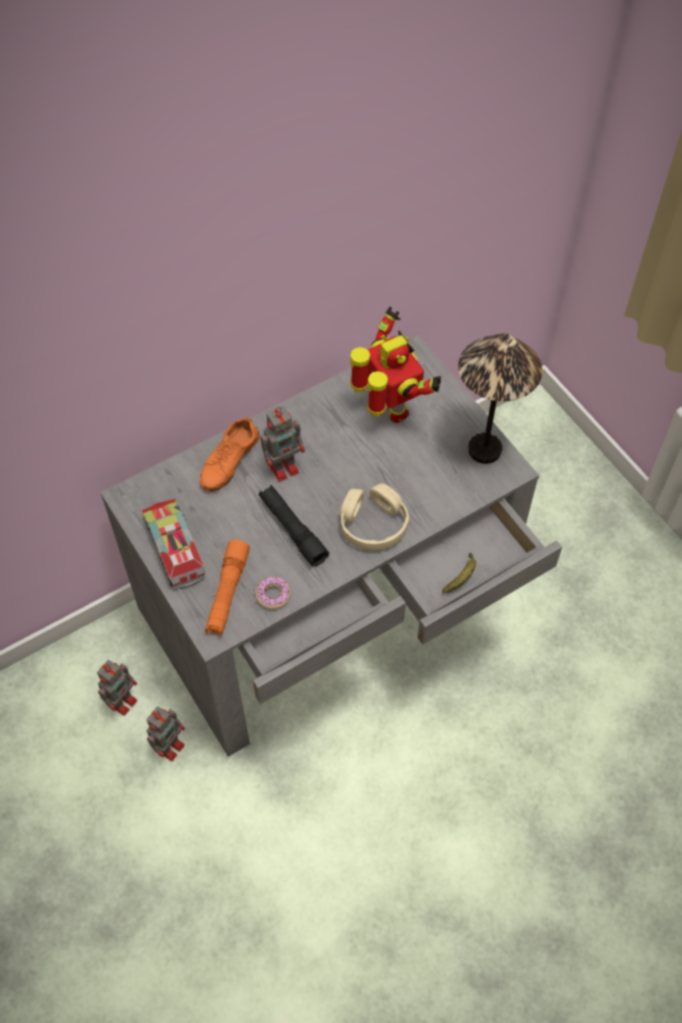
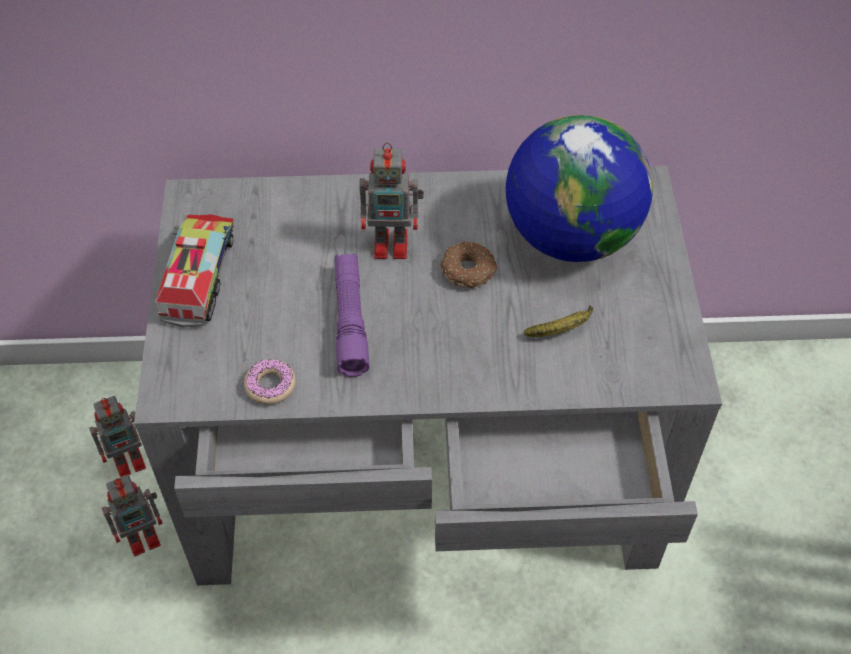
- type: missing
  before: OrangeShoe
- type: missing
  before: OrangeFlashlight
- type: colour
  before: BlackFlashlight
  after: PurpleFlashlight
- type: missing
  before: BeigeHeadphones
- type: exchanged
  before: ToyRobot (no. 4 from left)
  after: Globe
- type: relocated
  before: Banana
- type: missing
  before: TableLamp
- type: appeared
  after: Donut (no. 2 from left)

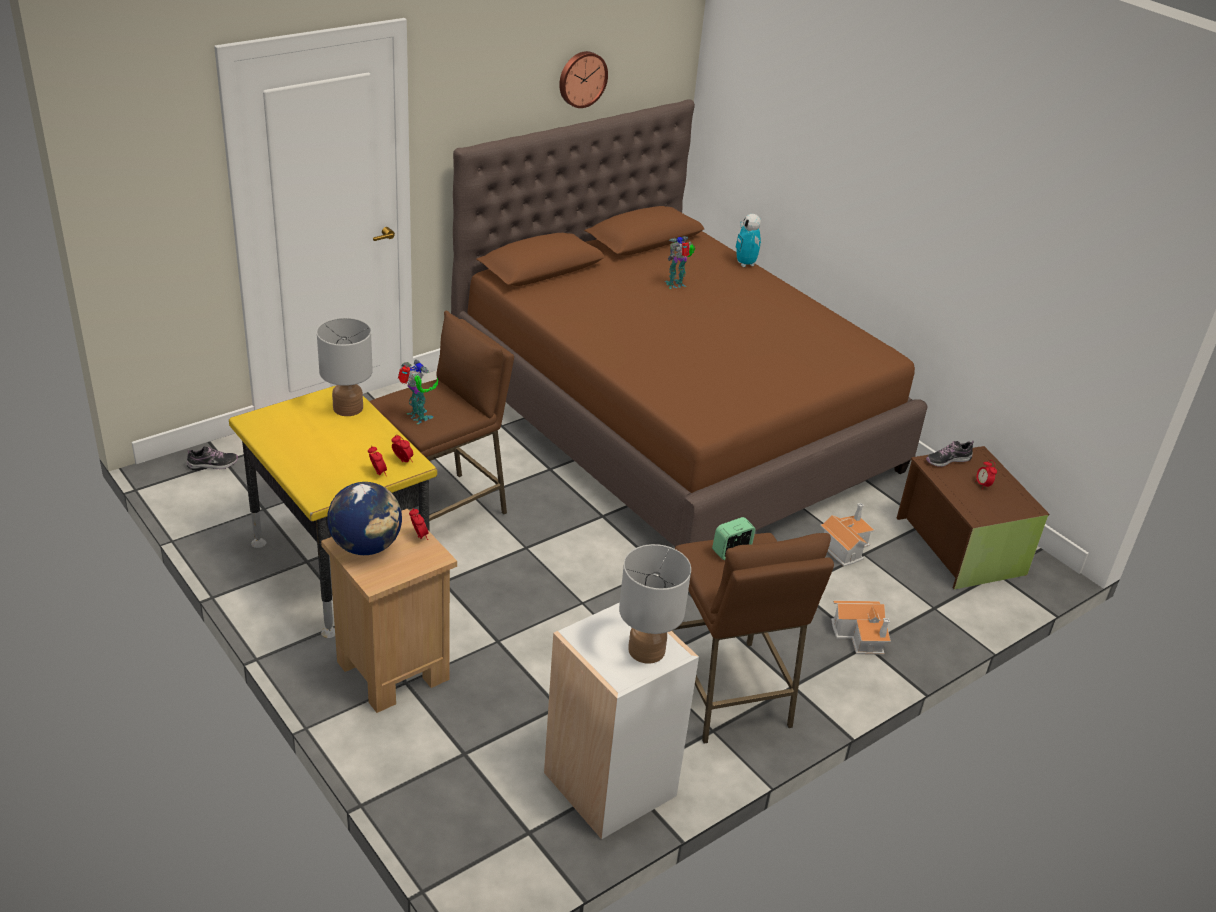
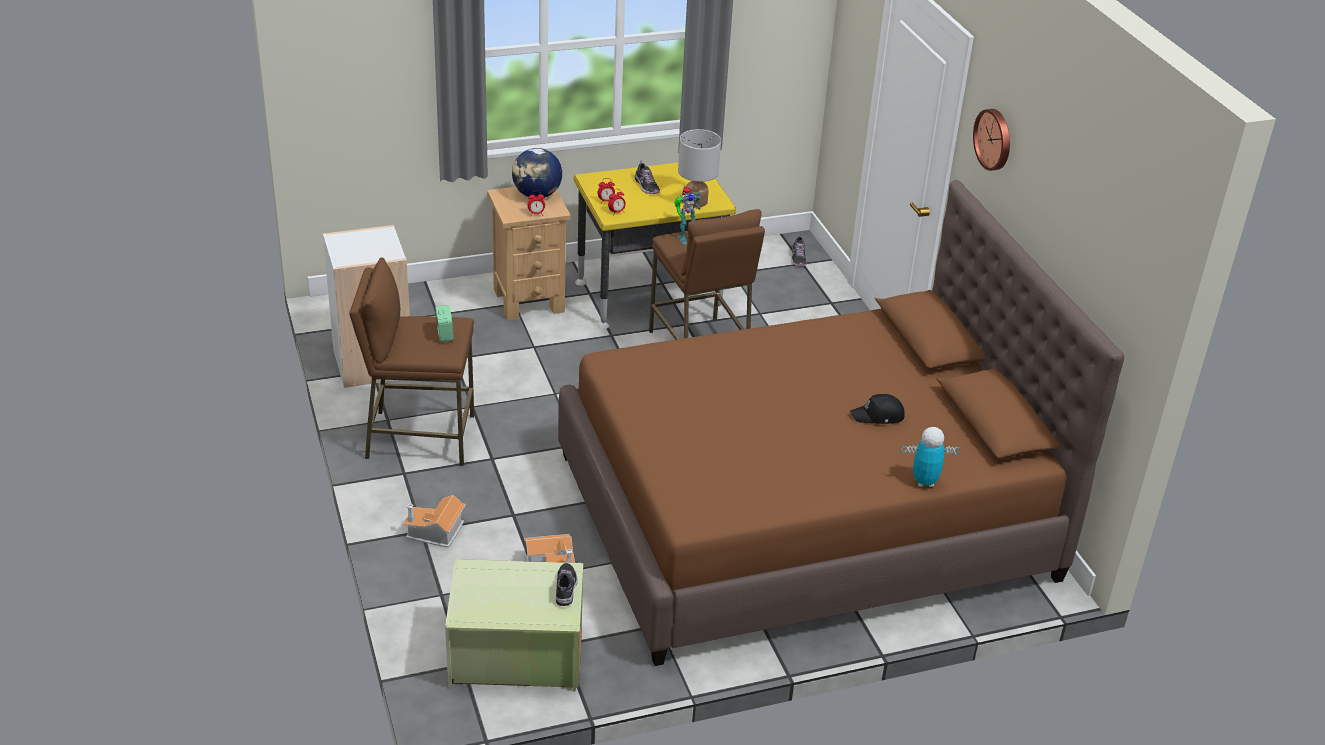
- type: relocated
  before: WallClock
- type: missing
  before: GreyTableLamp (no. 2 from left)
- type: exchanged
  before: ToyRobot (no. 2 from left)
  after: BlackCap
- type: colour
  before: BrownStorageBox
  after: GreenStorageBox
- type: missing
  before: AlarmClock (no. 5 from left)
- type: appeared
  after: Shoe (no. 2 from left)

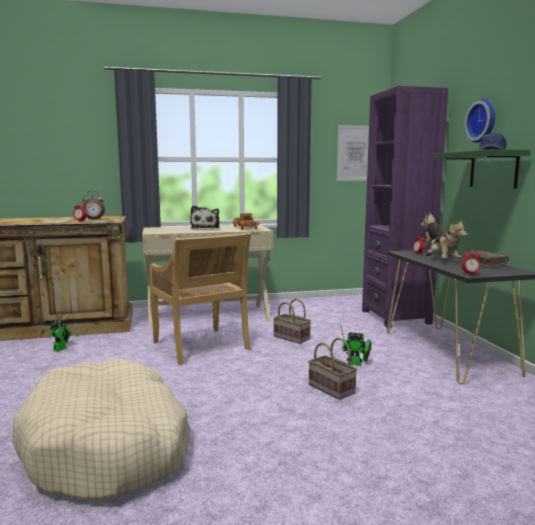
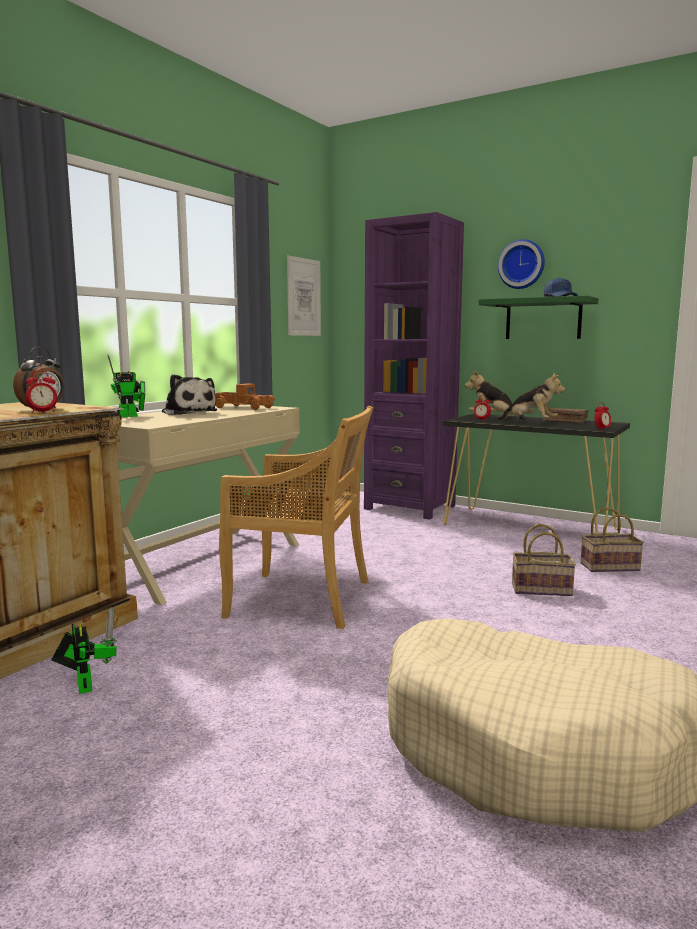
- type: relocated
  before: Basket (no. 1 from left in the first image)
  after: Basket (no. 2 from left)
- type: relocated
  before: ToyRobot (no. 2 from left)

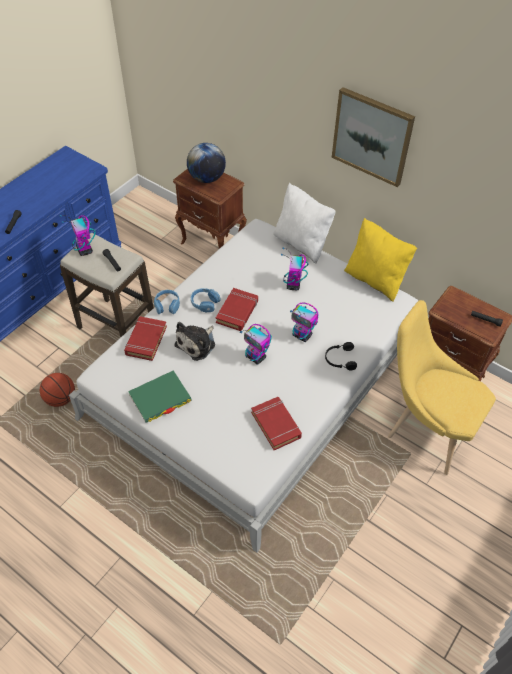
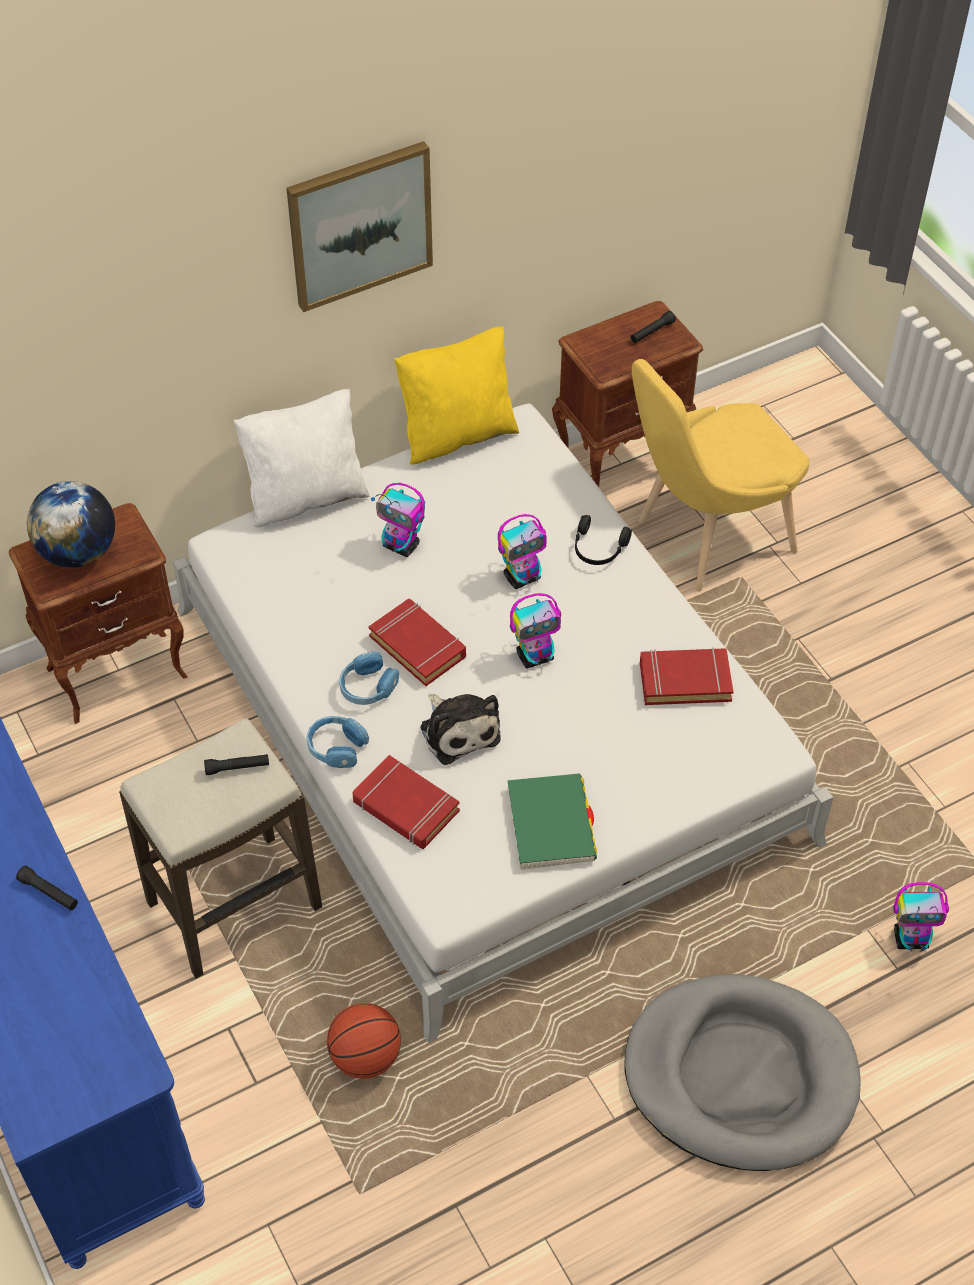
- type: relocated
  before: ToyRobot (no. 1 from left in the first image)
  after: ToyRobot (no. 4 from left)
- type: appeared
  after: GreyDogBed

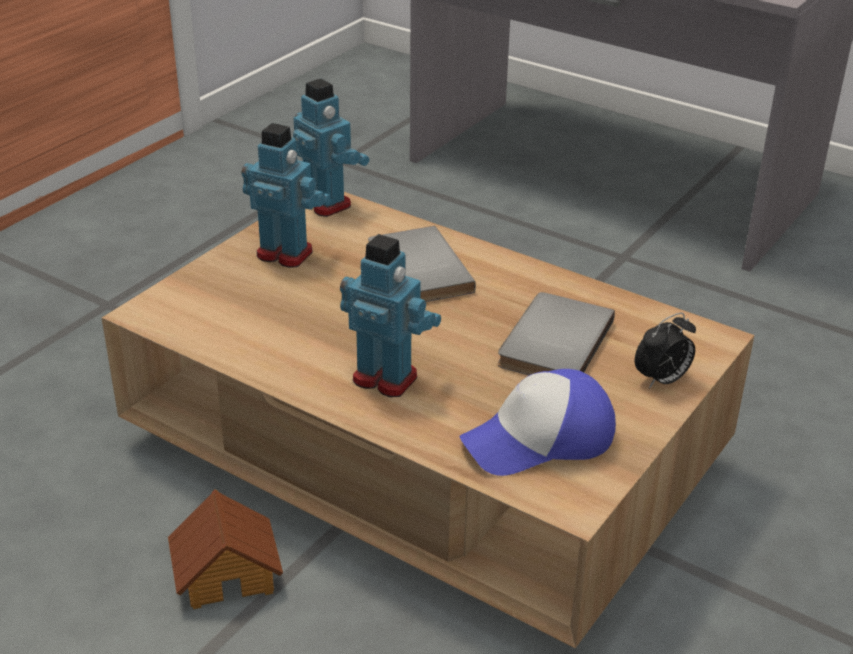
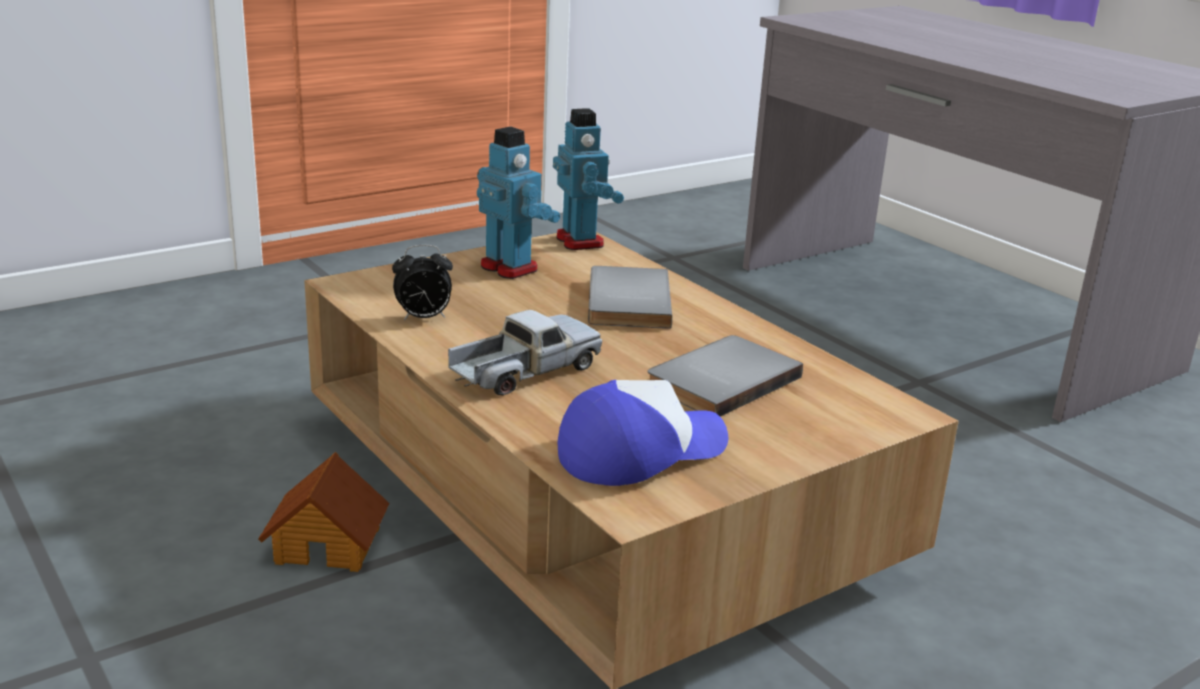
- type: exchanged
  before: ToyRobot (no. 3 from left)
  after: ToyTruck
- type: spun
  before: Cap
  turn: 150
- type: relocated
  before: AlarmClock

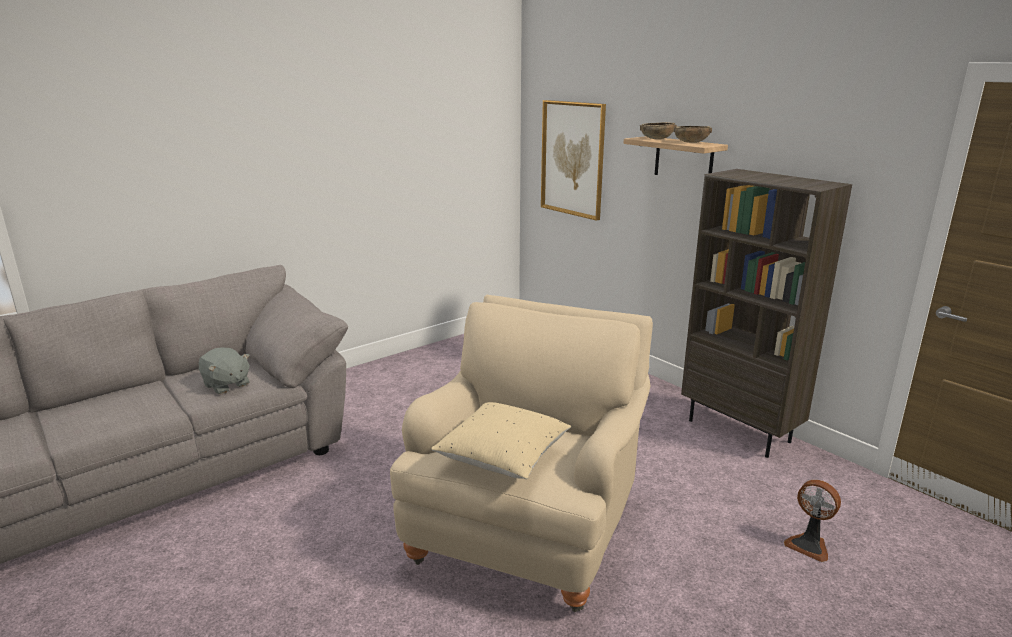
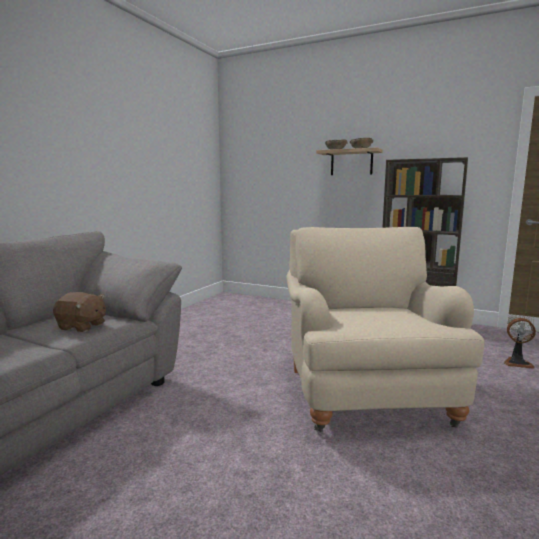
- type: colour
  before: GreyPlushToy
  after: BrownPlushToy
- type: missing
  before: BeigePillow
- type: missing
  before: Picture

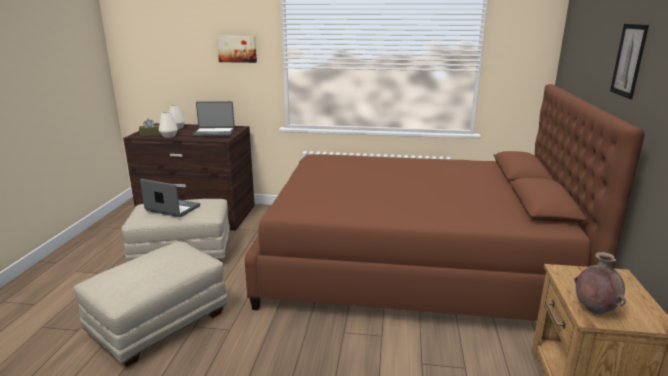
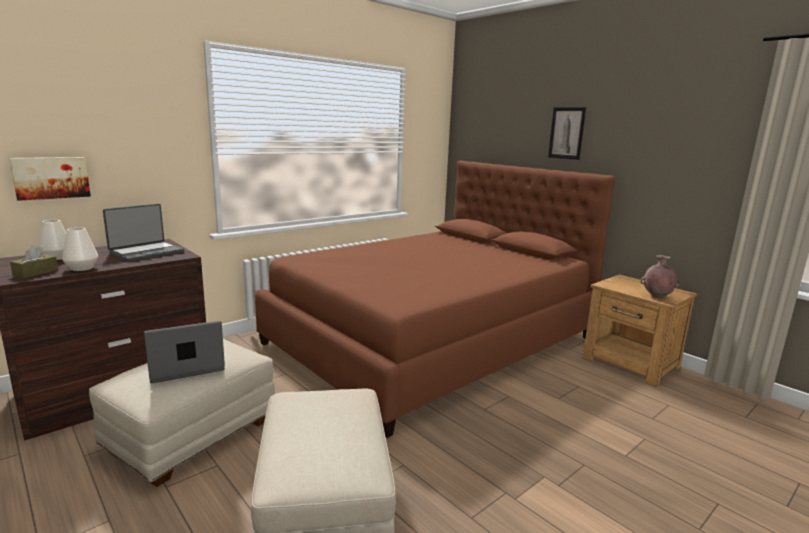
- type: relocated
  before: Picture (no. 1 from left)

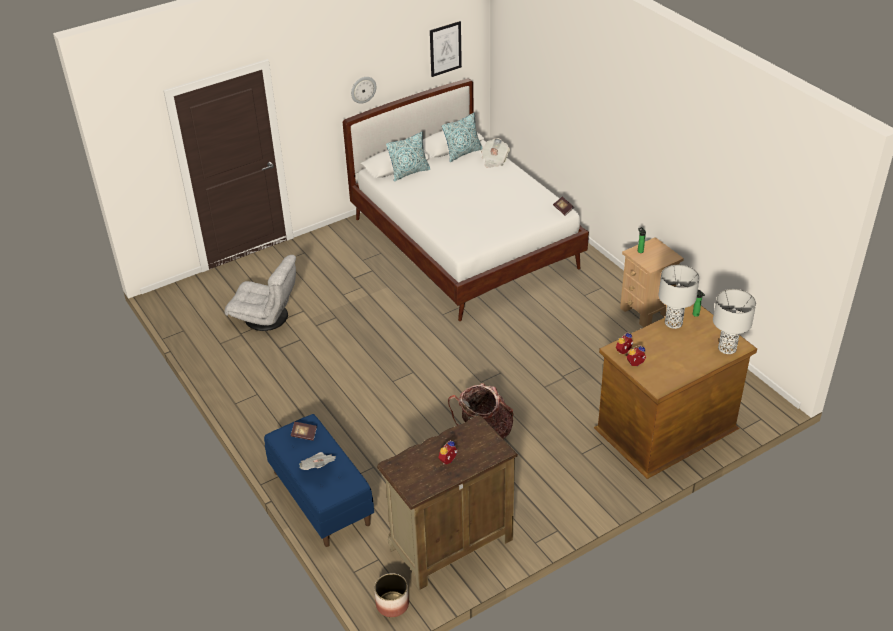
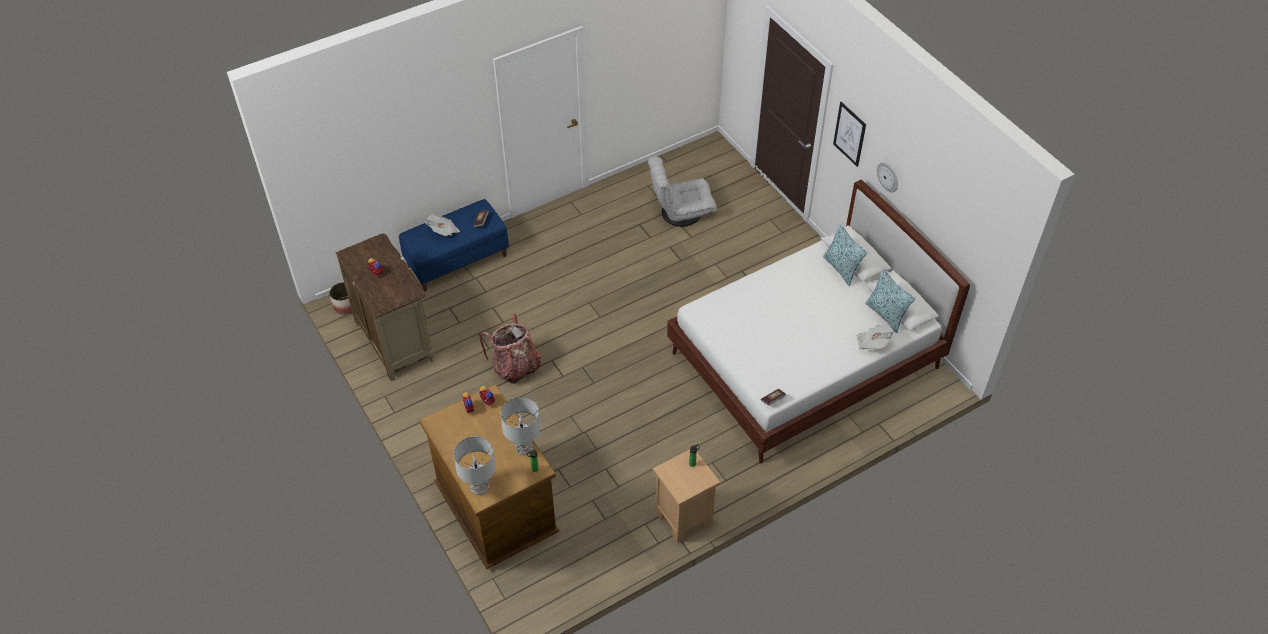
- type: spun
  before: GreyArmchair
  turn: 60
- type: relocated
  before: Picture

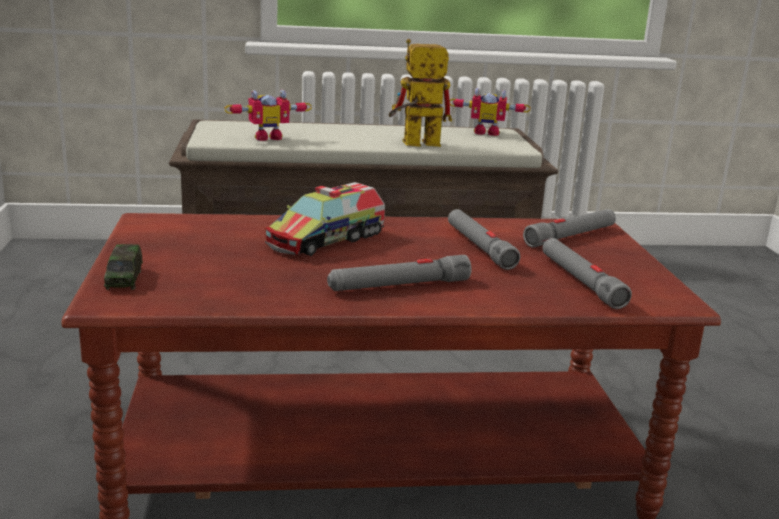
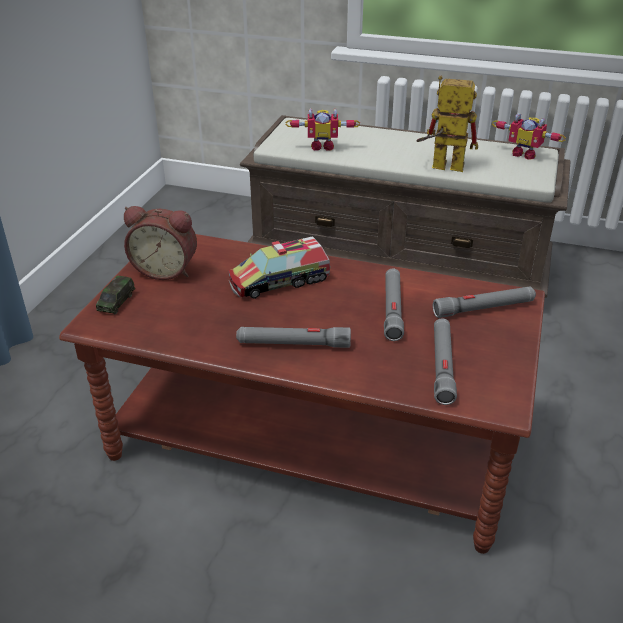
- type: appeared
  after: AlarmClock

